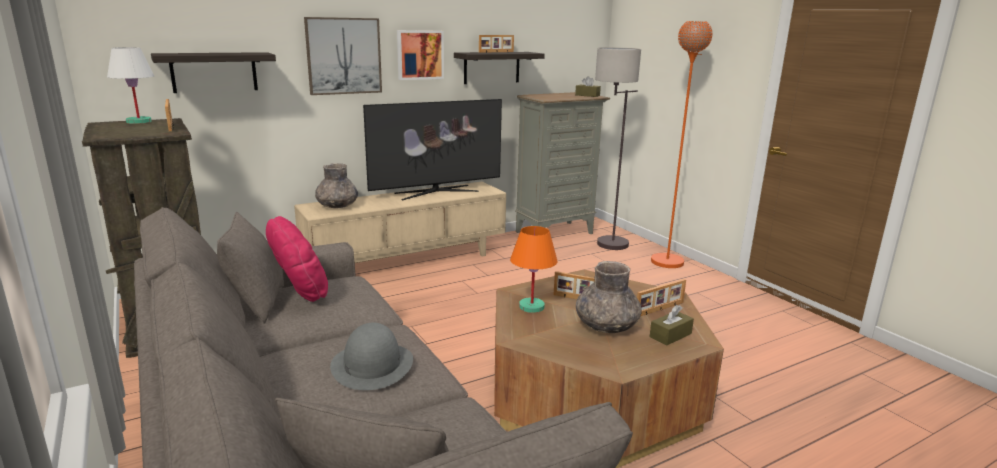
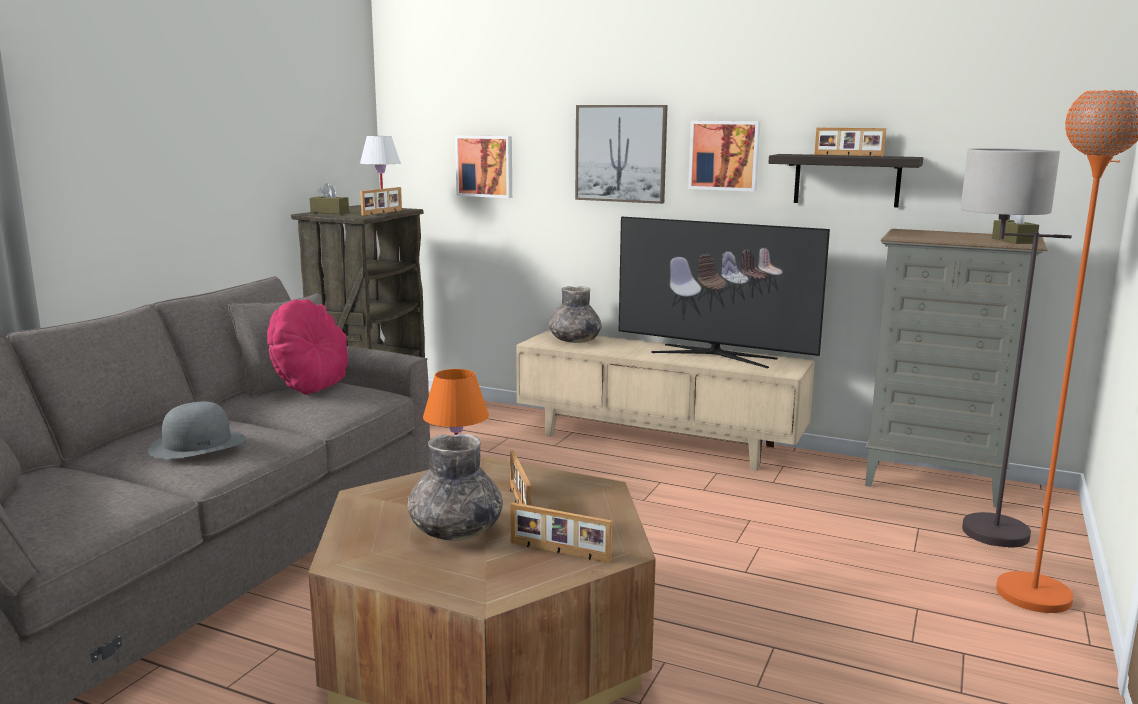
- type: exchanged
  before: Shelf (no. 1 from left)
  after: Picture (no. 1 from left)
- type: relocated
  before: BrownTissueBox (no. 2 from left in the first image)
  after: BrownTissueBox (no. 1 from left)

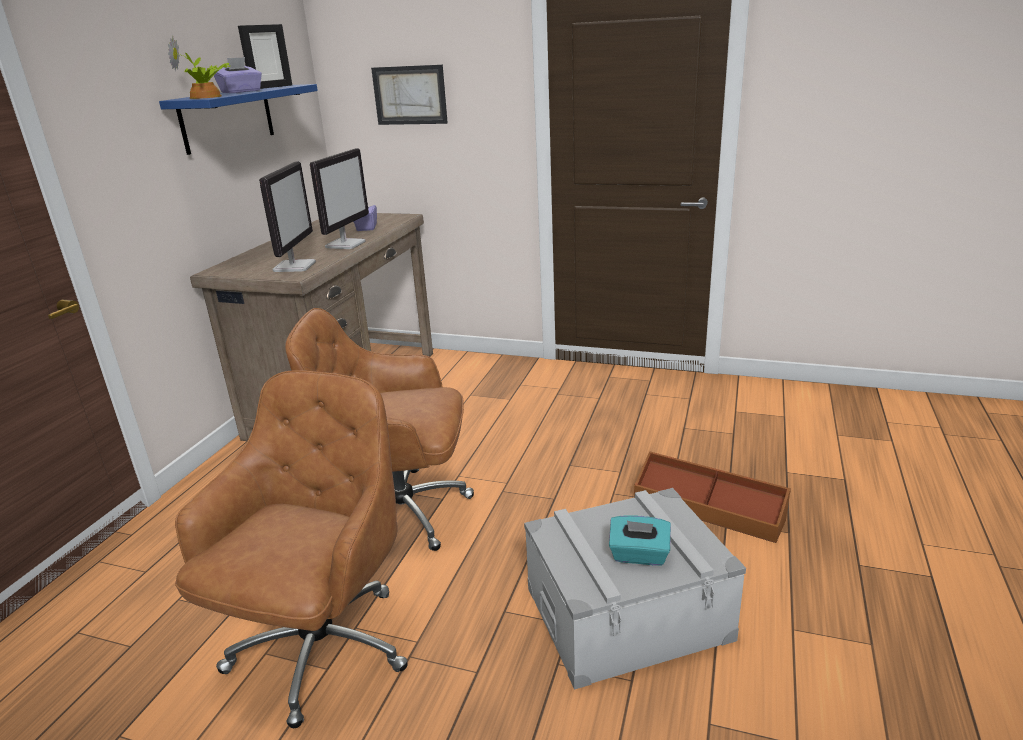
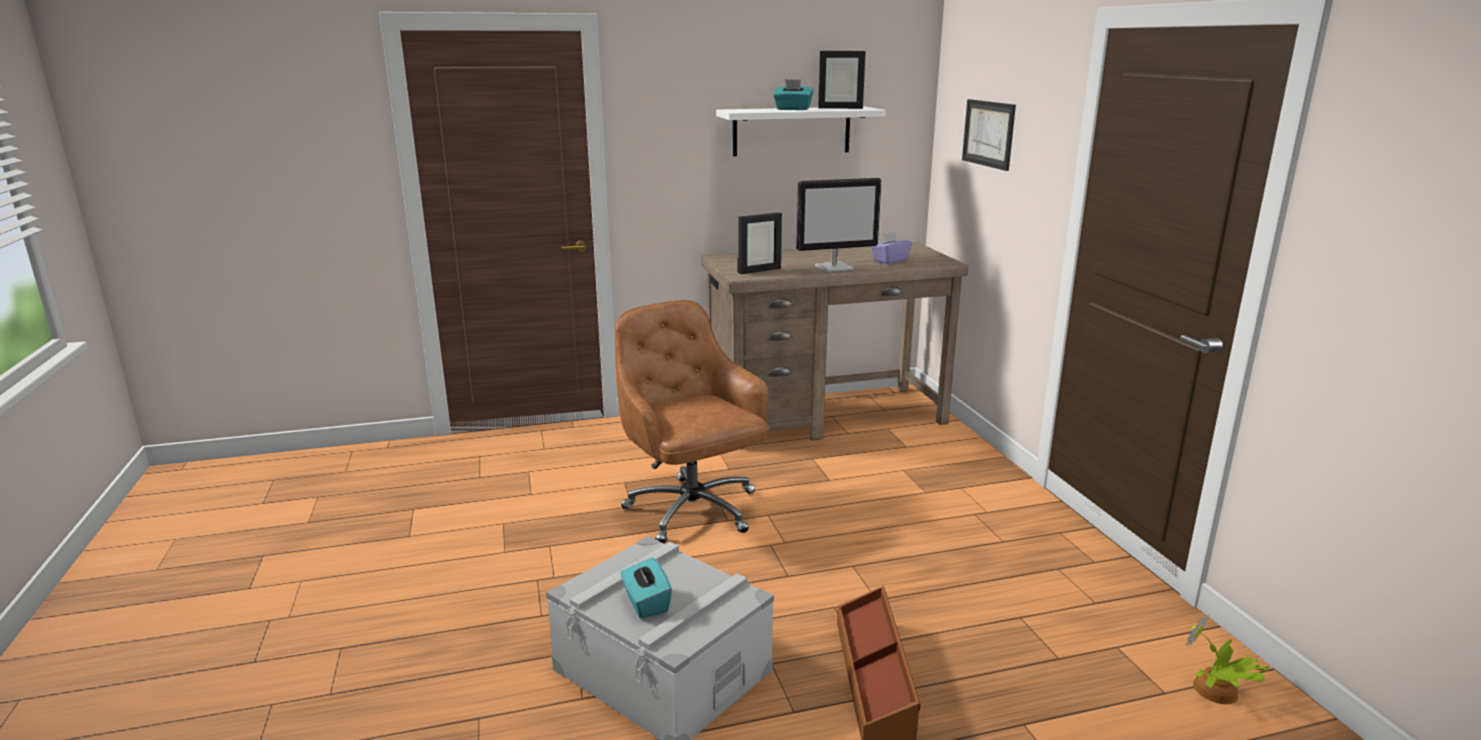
- type: colour
  before: BlueShelf
  after: WhiteShelf
- type: relocated
  before: PottedPlant
- type: missing
  before: BrownOfficeChair (no. 1 from left)
- type: colour
  before: PurpleTissueBox (no. 1 from left)
  after: TurquoiseTissueBox (no. 2 from left)
- type: exchanged
  before: Monitor (no. 1 from left)
  after: PictureFrame (no. 1 from left)

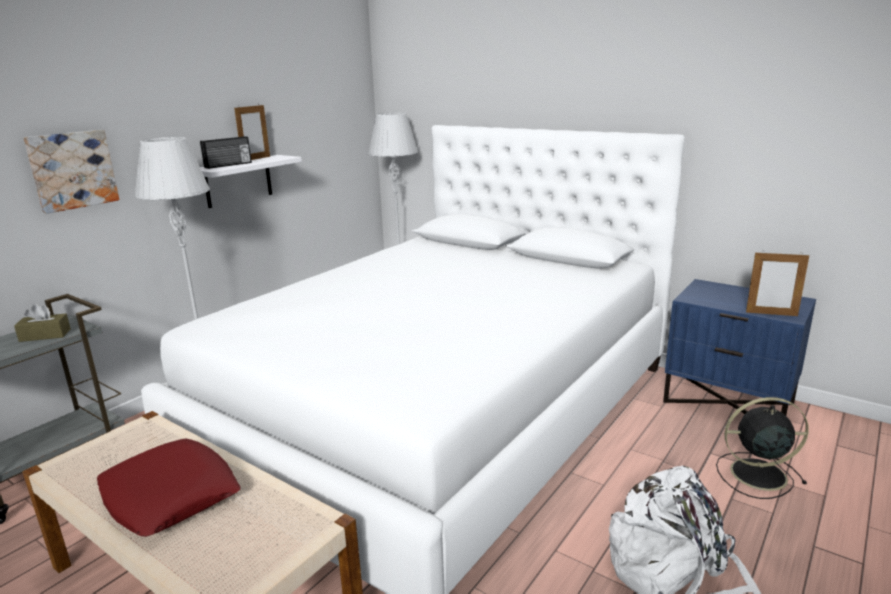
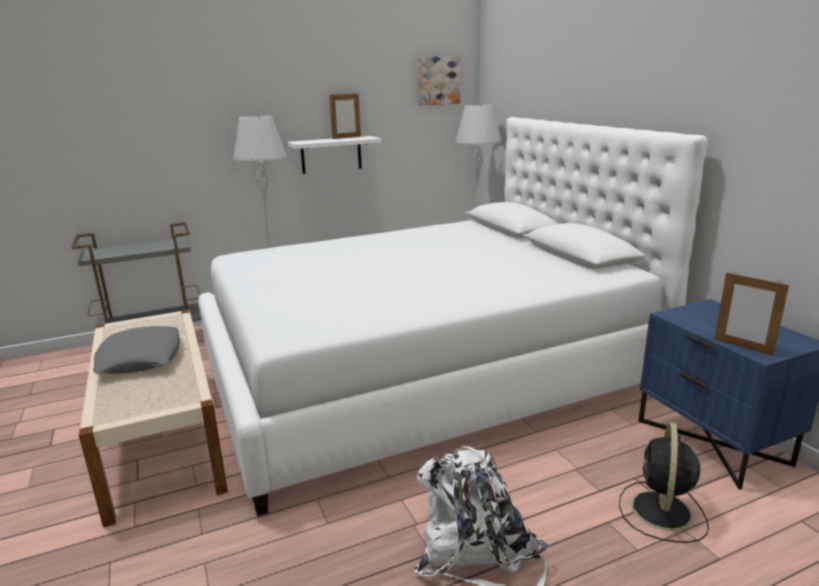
- type: missing
  before: BrownTissueBox
- type: relocated
  before: Picture
- type: colour
  before: RedPillow
  after: GreyPillow
- type: missing
  before: Radio
- type: spun
  before: BlackFan
  turn: -105

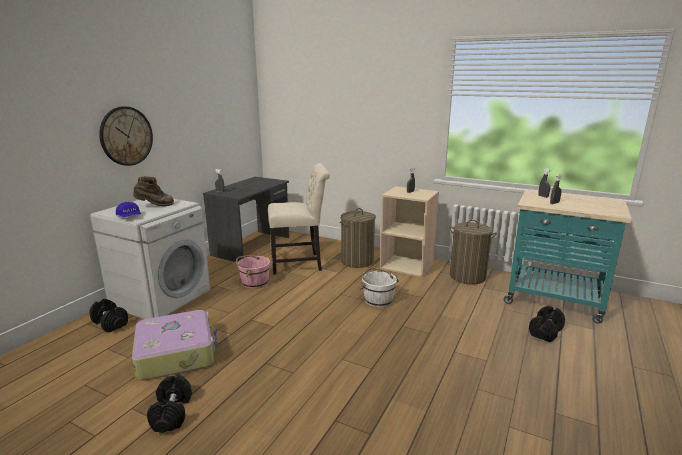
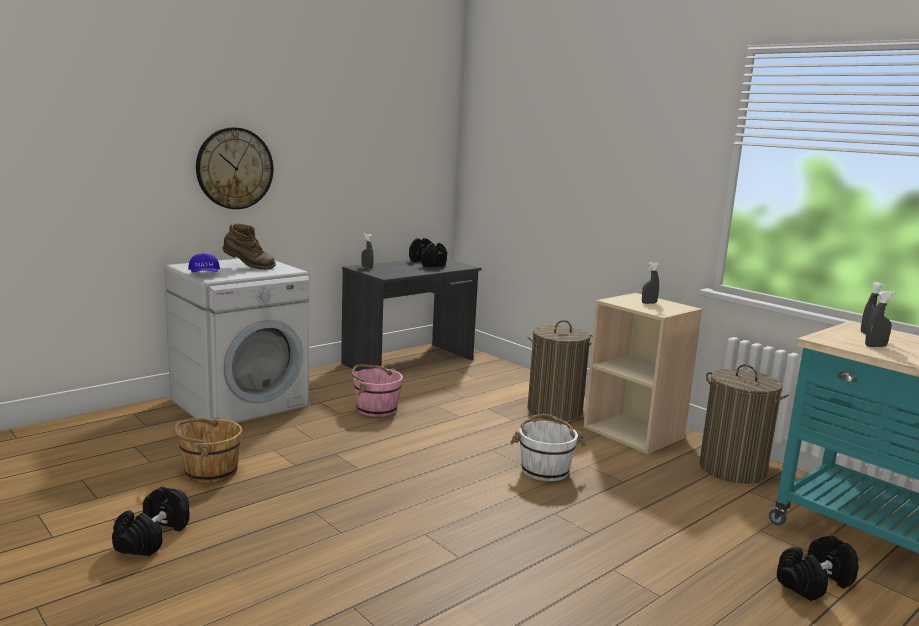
- type: relocated
  before: BlackDumbbell (no. 1 from left in the first image)
  after: BlackDumbbell (no. 2 from left)
- type: exchanged
  before: Suitcase
  after: BrownBucket
- type: missing
  before: BeigeChair

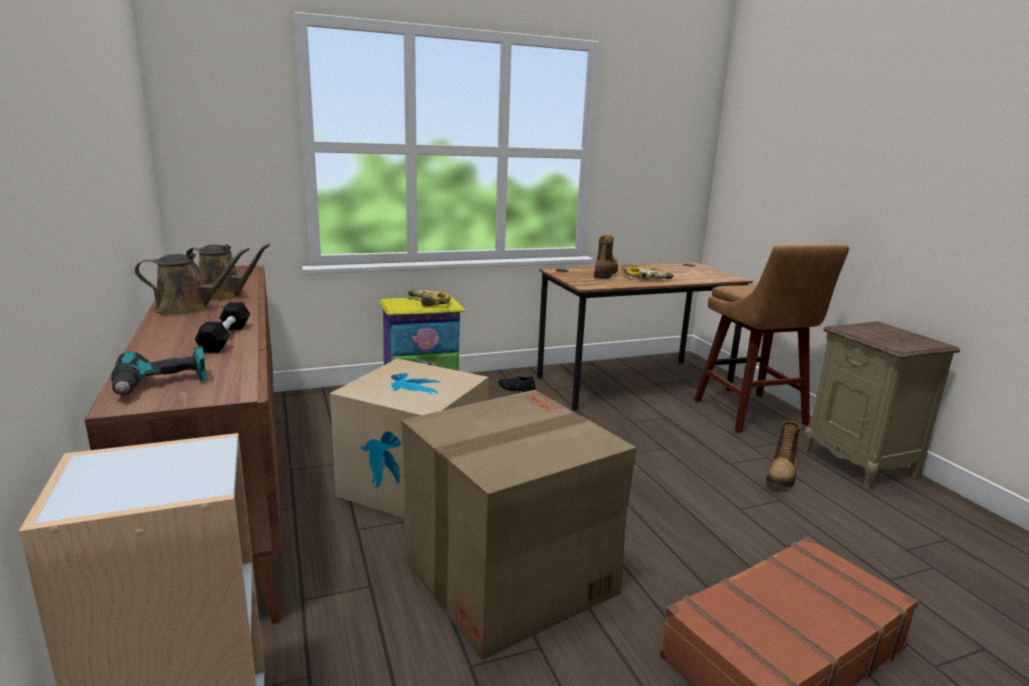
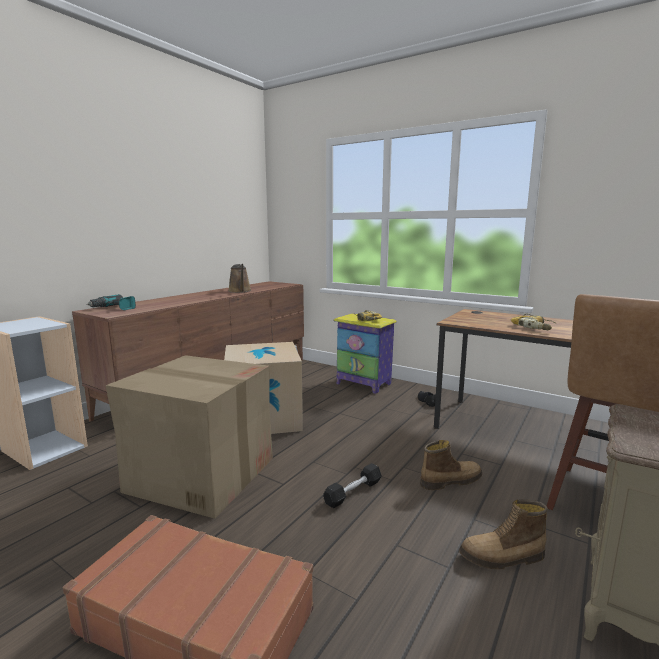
- type: missing
  before: BrownWateringCan (no. 1 from left)
- type: relocated
  before: BlackDumbbell
- type: relocated
  before: Boot (no. 1 from left)

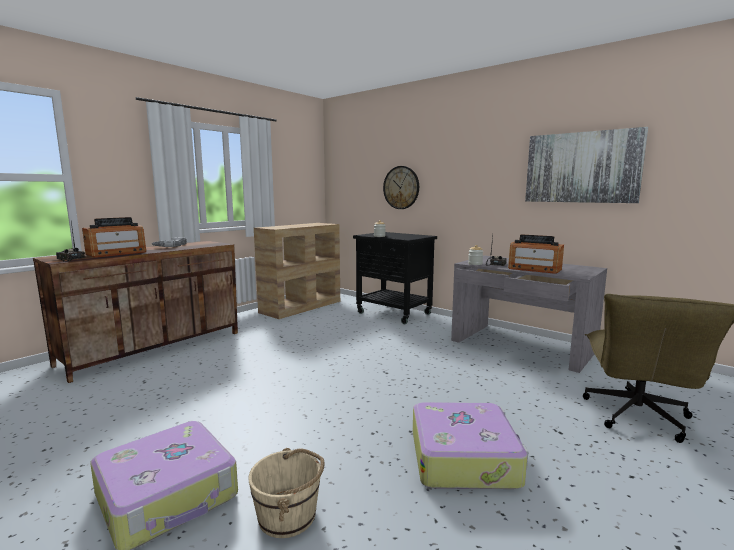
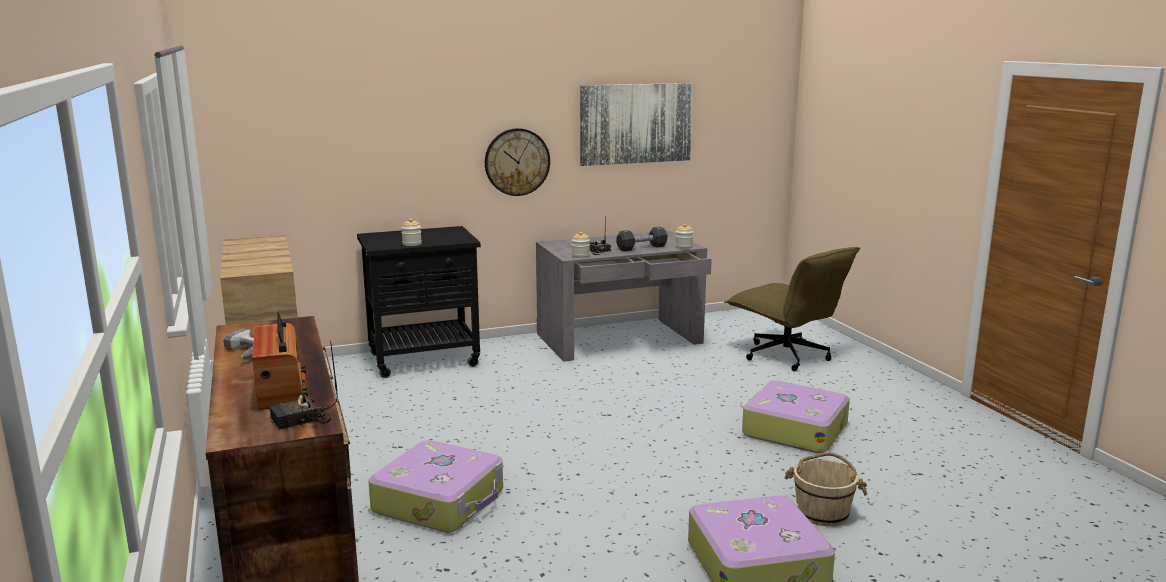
- type: relocated
  before: WallClock
- type: exchanged
  before: Radio (no. 4 from left)
  after: BlackDumbbell
- type: appeared
  after: Suitcase (no. 1 from left)
- type: appeared
  after: Jar (no. 3 from left)

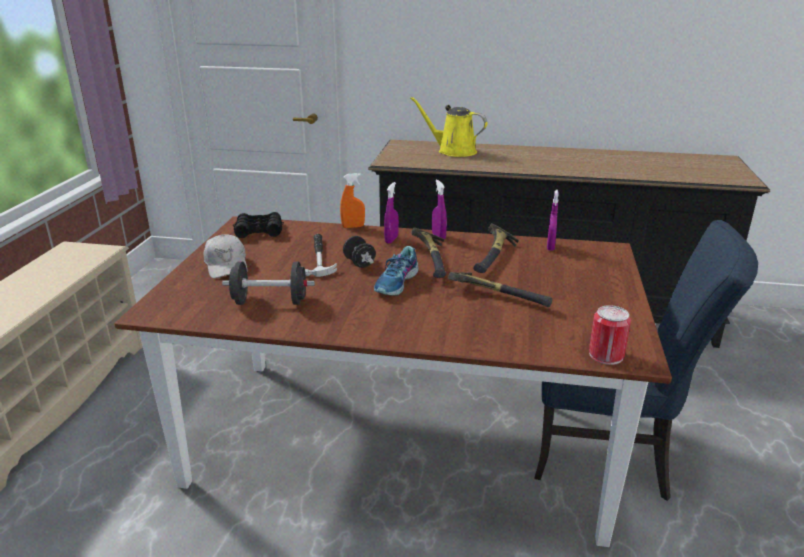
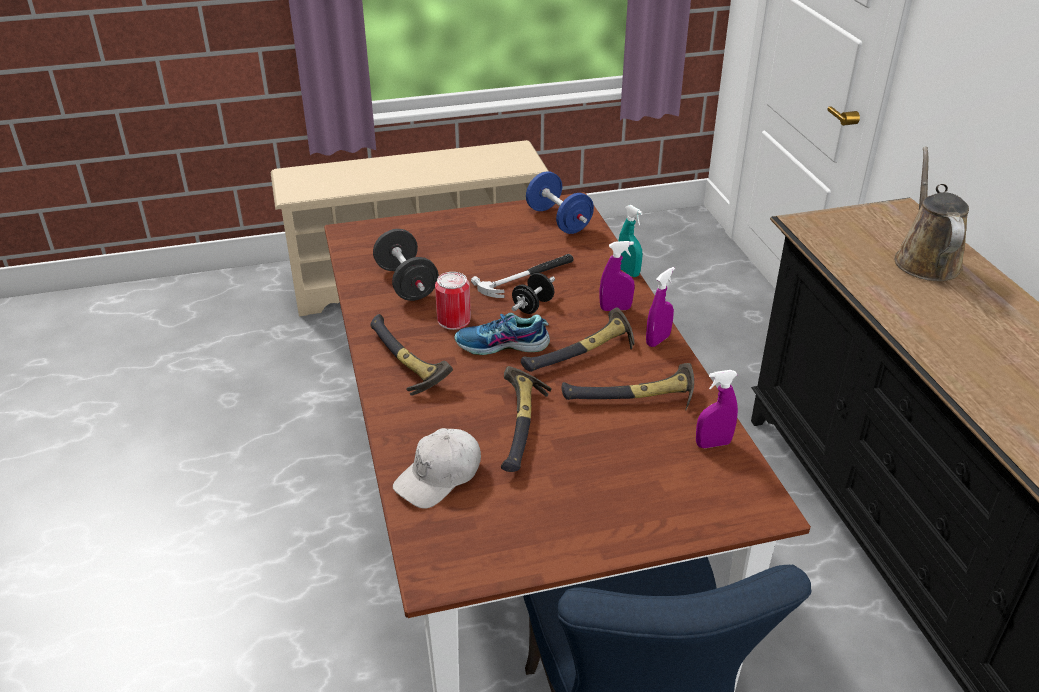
- type: relocated
  before: WhiteCap
- type: exchanged
  before: BlackBinoculars
  after: BlueDumbbell
- type: colour
  before: OrangeSprayBottle
  after: TurquoiseSprayBottle
- type: colour
  before: YellowWateringCan
  after: BrownWateringCan
- type: relocated
  before: Can
- type: appeared
  after: Hammer (no. 1 from left)

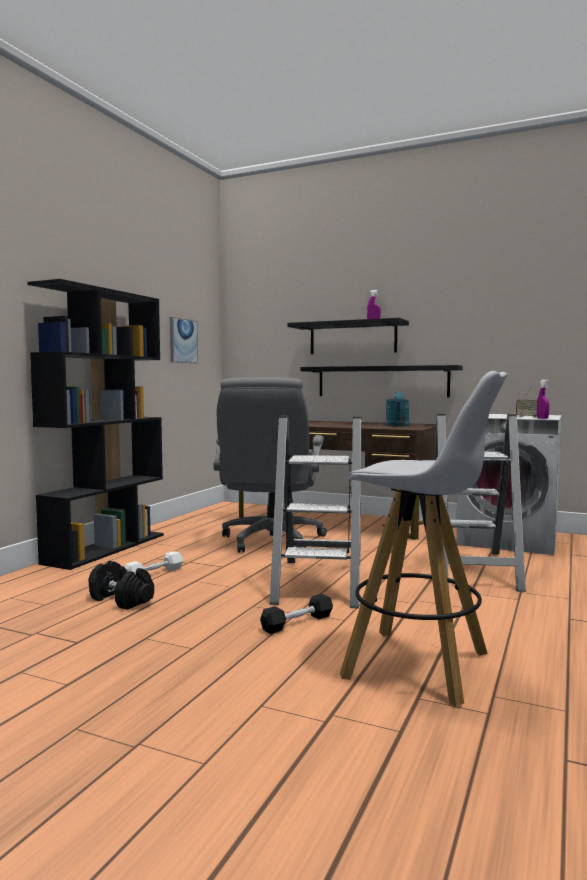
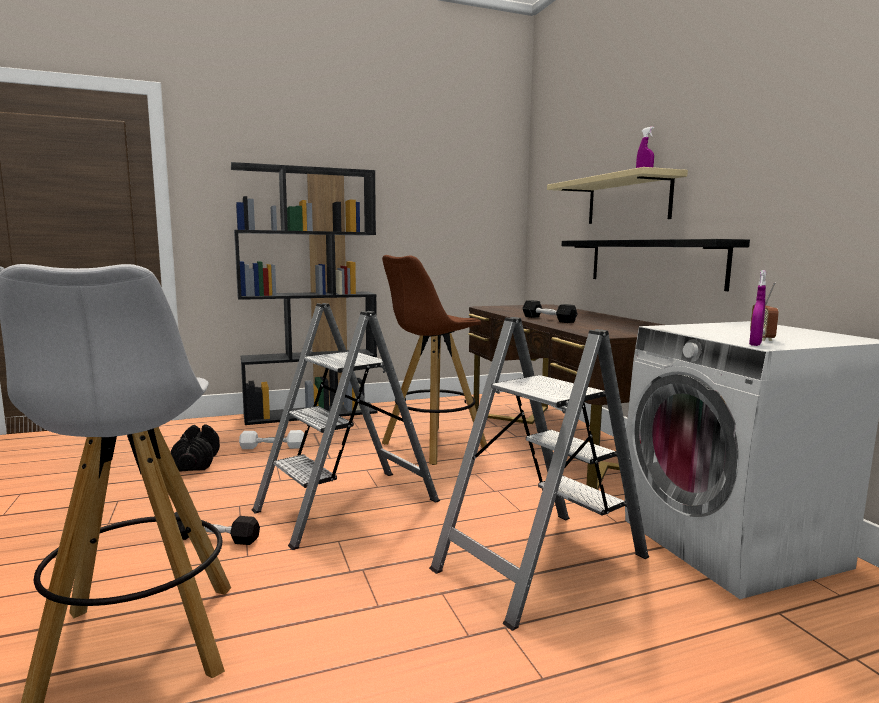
- type: missing
  before: Picture
- type: exchanged
  before: GreyOfficeChair
  after: BrownStool
- type: colour
  before: BlackShelf (no. 1 from left)
  after: BeigeShelf
- type: missing
  before: TurquoiseWateringCan
- type: appeared
  after: BlackDumbbell (no. 3 from left)

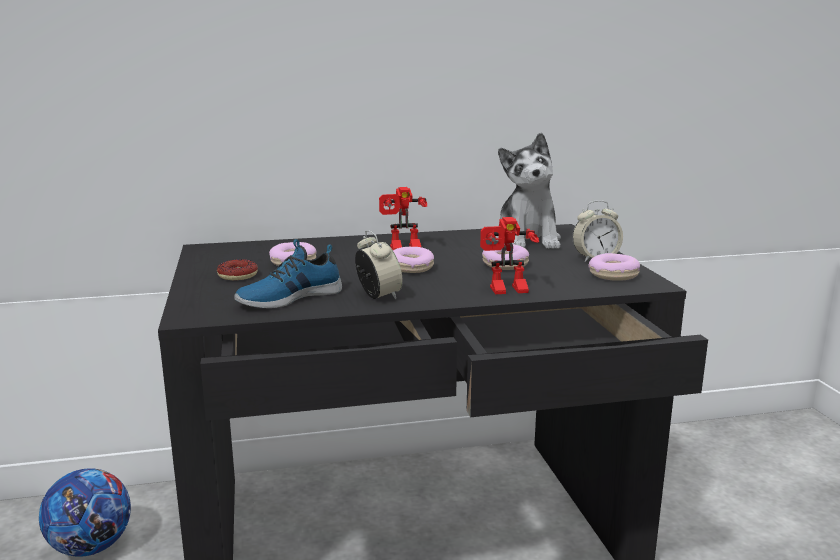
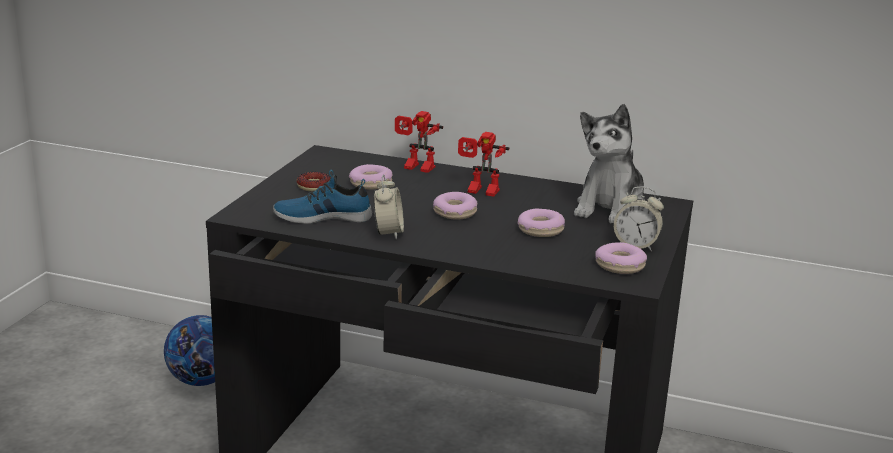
- type: relocated
  before: ToyRobot (no. 2 from left in the first image)
  after: ToyRobot (no. 1 from left)

